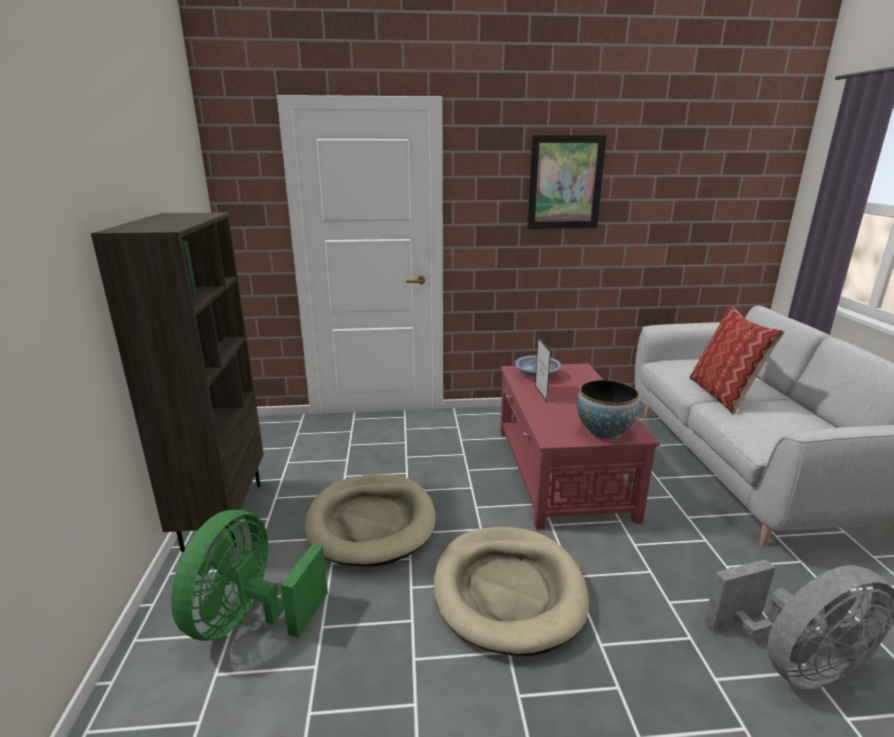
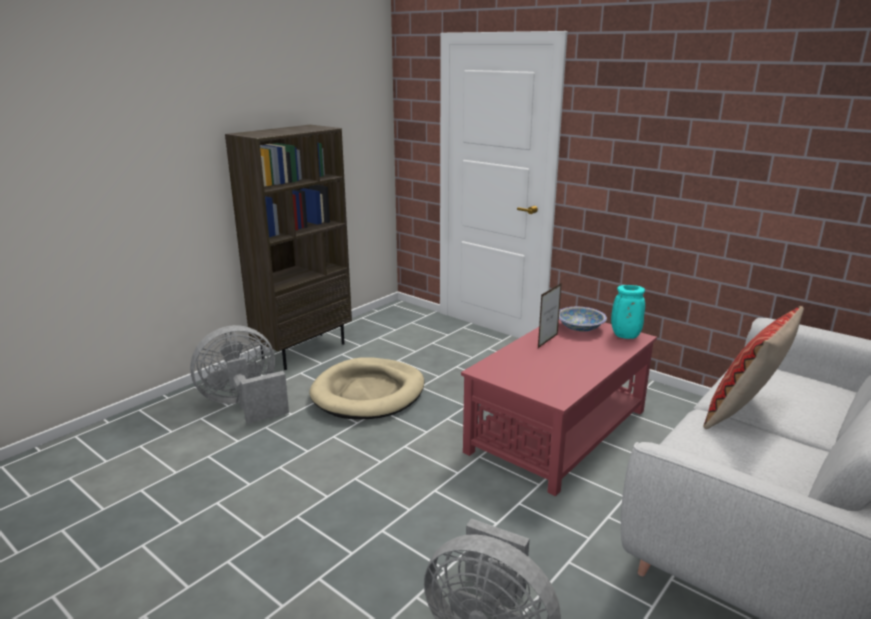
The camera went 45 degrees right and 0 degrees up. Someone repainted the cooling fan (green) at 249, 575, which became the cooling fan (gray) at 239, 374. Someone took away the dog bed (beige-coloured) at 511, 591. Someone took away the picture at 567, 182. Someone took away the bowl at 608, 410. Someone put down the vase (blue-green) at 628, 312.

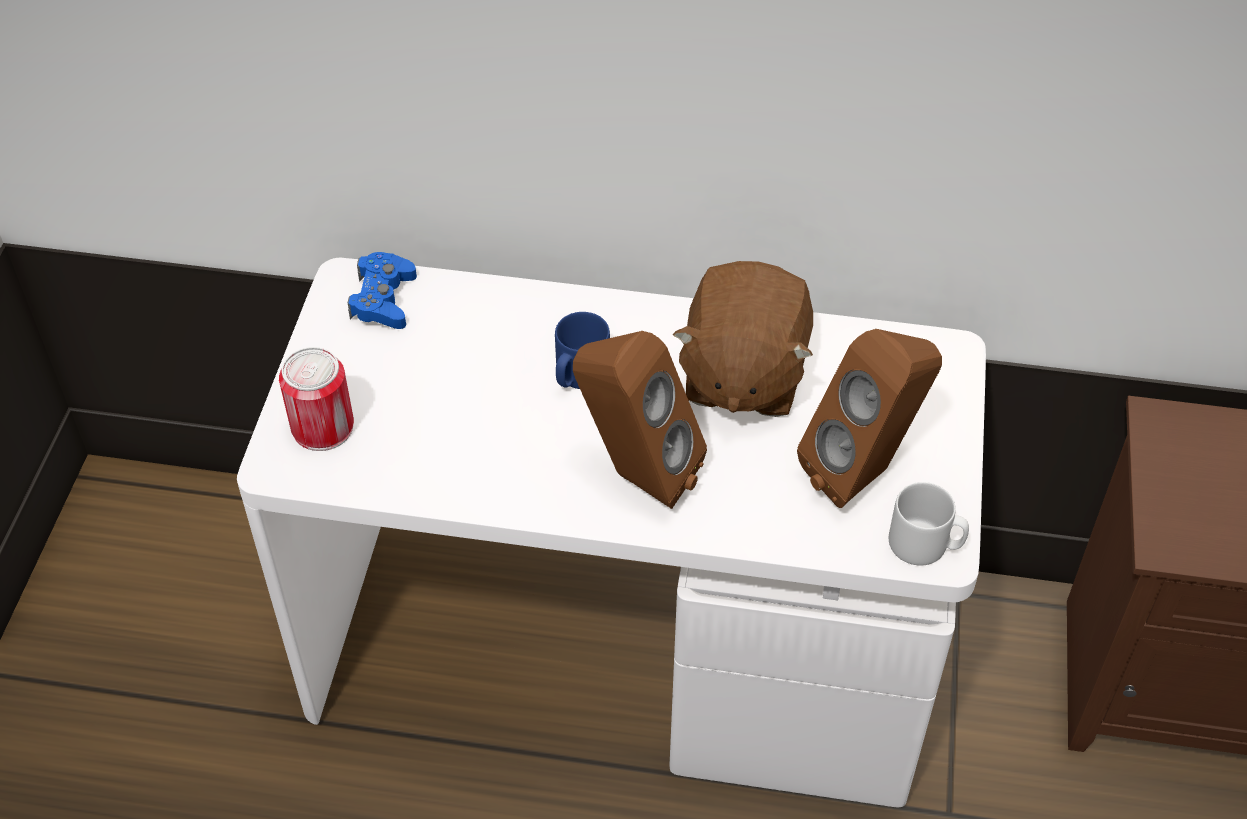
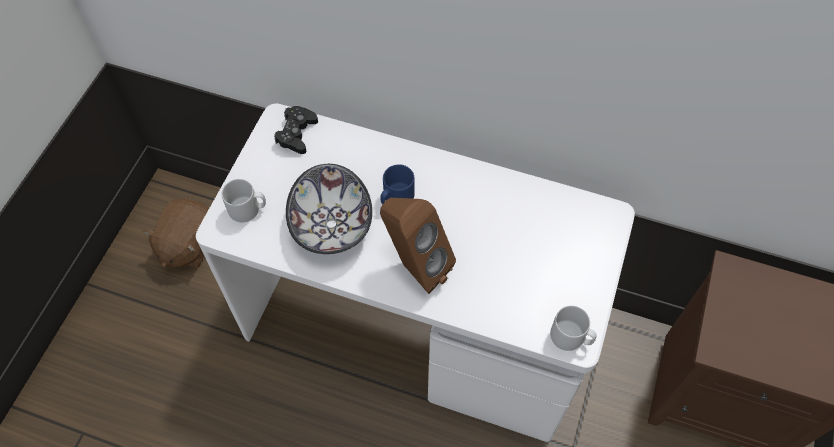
The camera went 10 degrees right and 10 degrees up. Someone swapped the sealed can at 316, 399 for the mug (gray) at 244, 200. Someone repainted the game controller (bluish) at 382, 290, which became the game controller (blackish) at 296, 130. Someone carried the cuddly toy (brown) from 743, 339 to 176, 233. Someone took away the audio speaker (brown) at 869, 418. Someone put down the bowl at 329, 209.

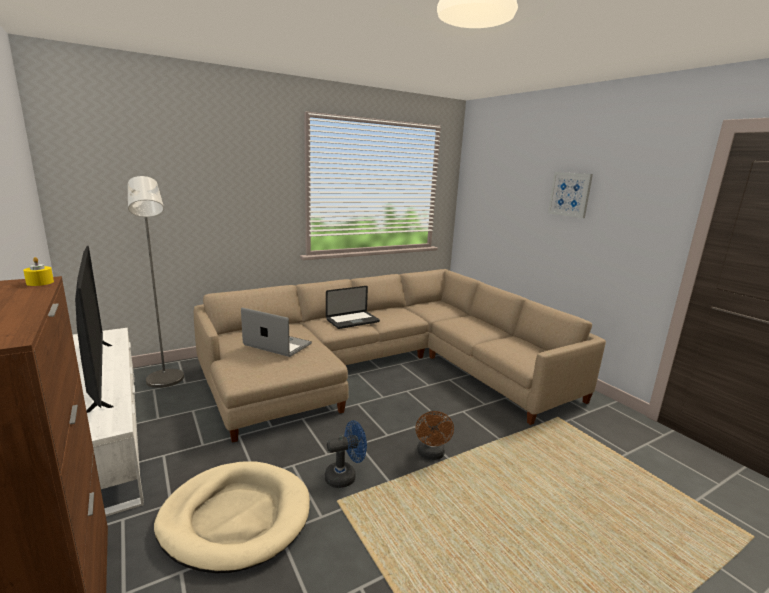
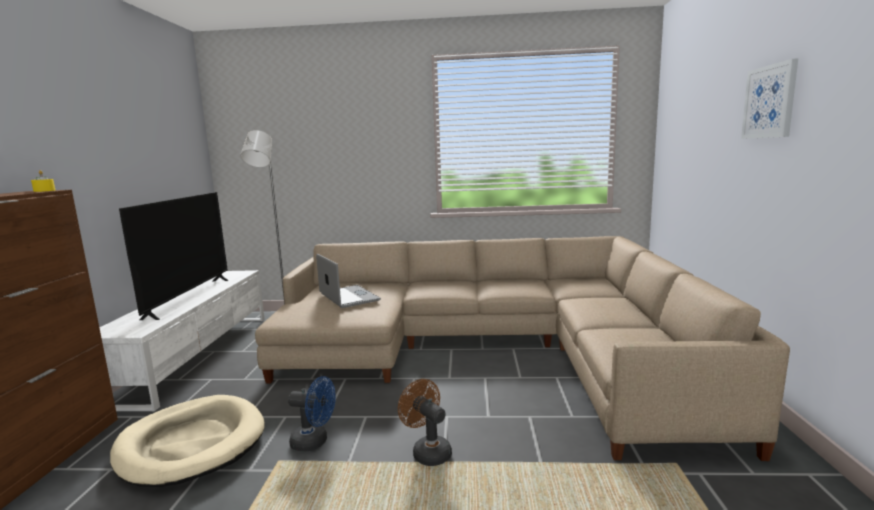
The camera went 35 degrees right and 5 degrees down. Someone took away the laptop at 353, 307. Someone rotated the cooling fan (brown) at 434, 435 by 105 degrees clockwise.

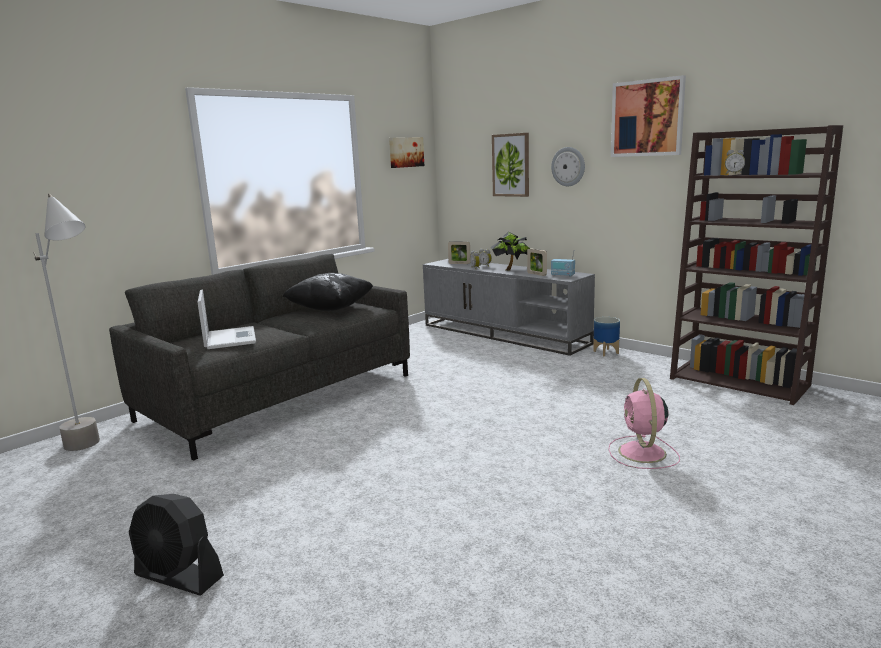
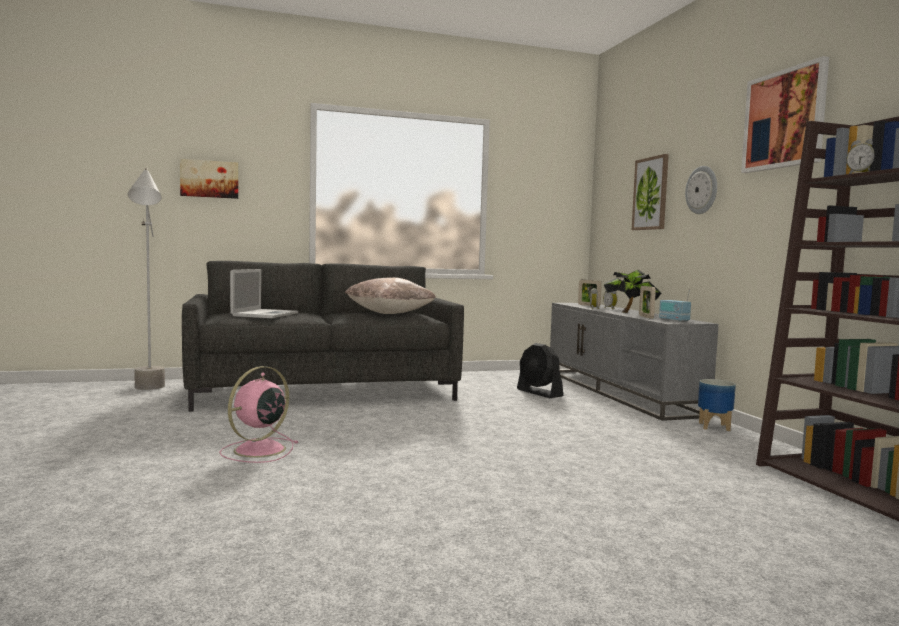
The camera went 30 degrees right and 10 degrees down. Someone carried the cooling fan (blackish) from 176, 544 to 540, 370. Someone repainted the throw pillow (blackish) at 327, 292, which became the throw pillow (beige-coloured) at 390, 295. Someone carried the picture from 406, 152 to 209, 179. Someone carried the cooling fan (pinkish) from 644, 423 to 258, 414.

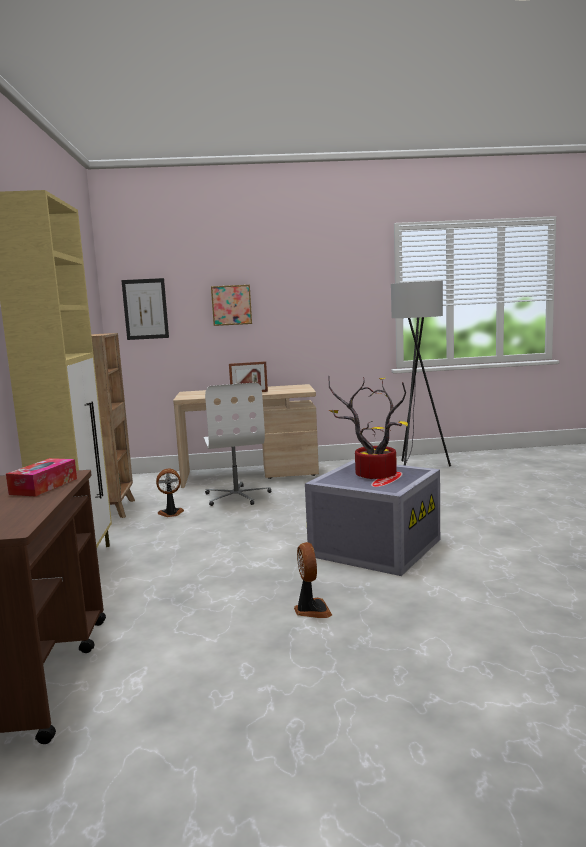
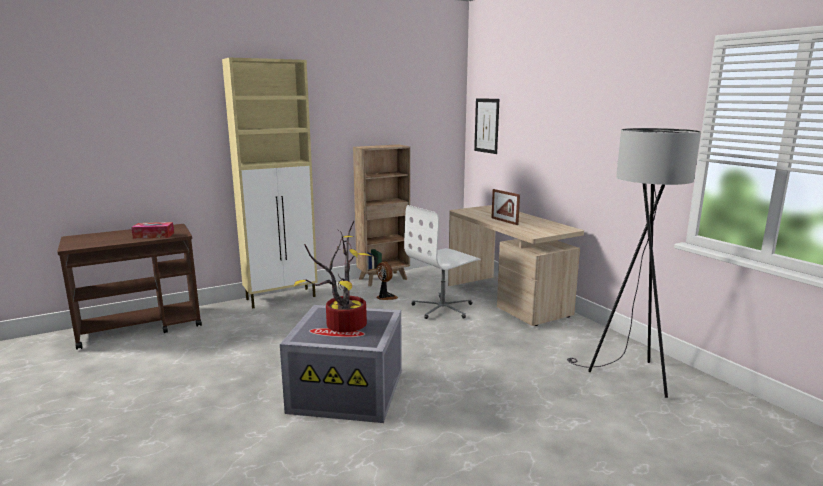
The camera went 65 degrees right and 5 degrees up. Someone took away the picture at 231, 305. Someone took away the cooling fan at 313, 580.

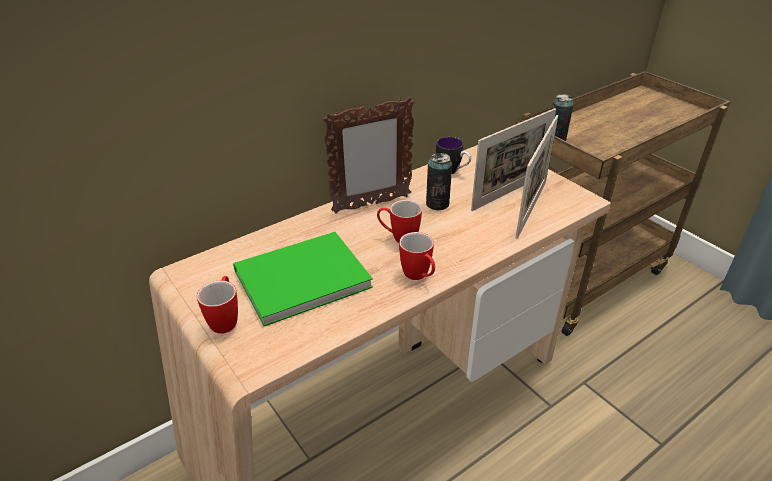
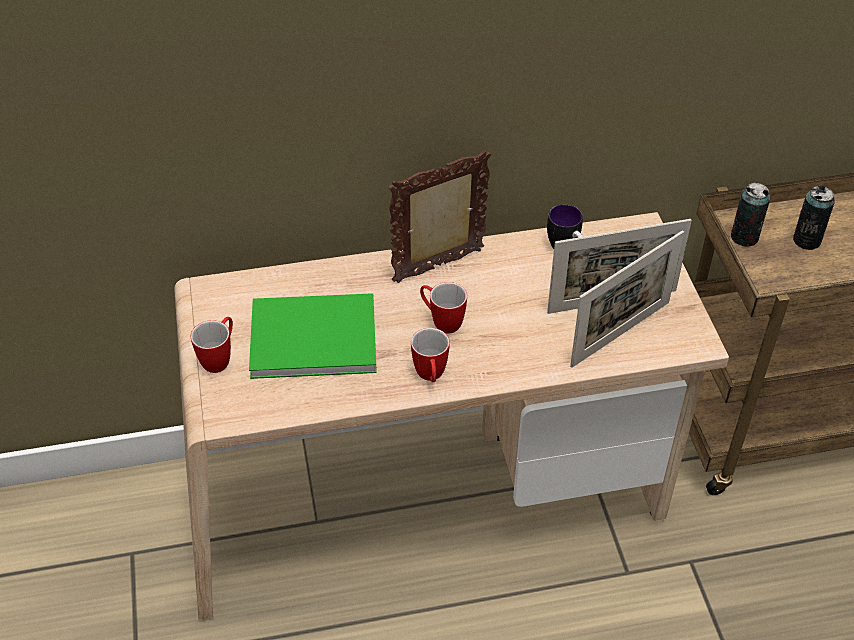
The camera went 25 degrees right and 10 degrees up. Someone rotated the picture frame at 368, 155 by 150 degrees clockwise. Someone carried the sealed can from 439, 181 to 814, 218.

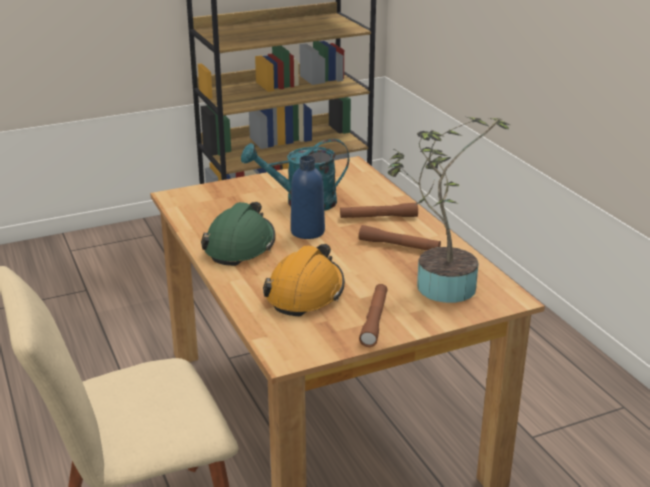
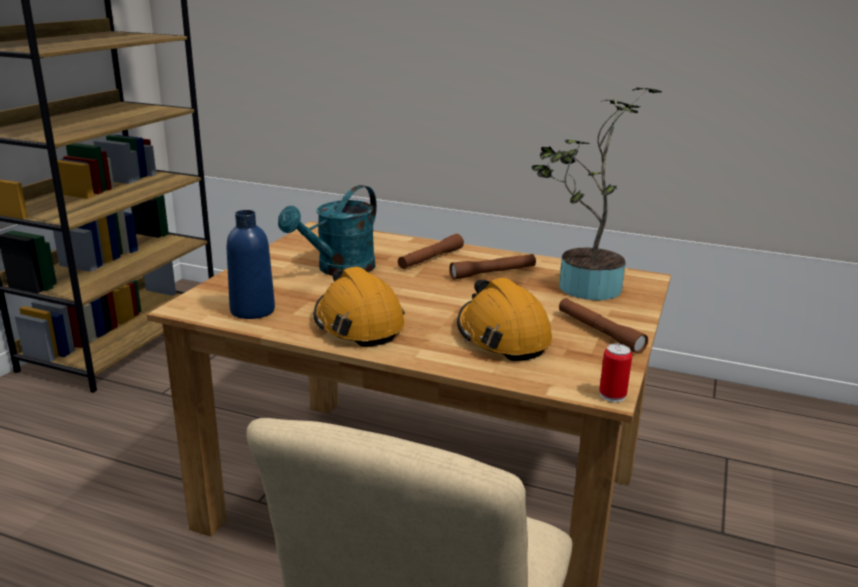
The camera went 45 degrees left and 5 degrees down. Someone repainted the work helmet (green) at 238, 234, which became the work helmet (orange) at 359, 307. Someone carried the beverage bottle (bluish) from 308, 197 to 251, 264. Someone put down the sealed can at 615, 373.

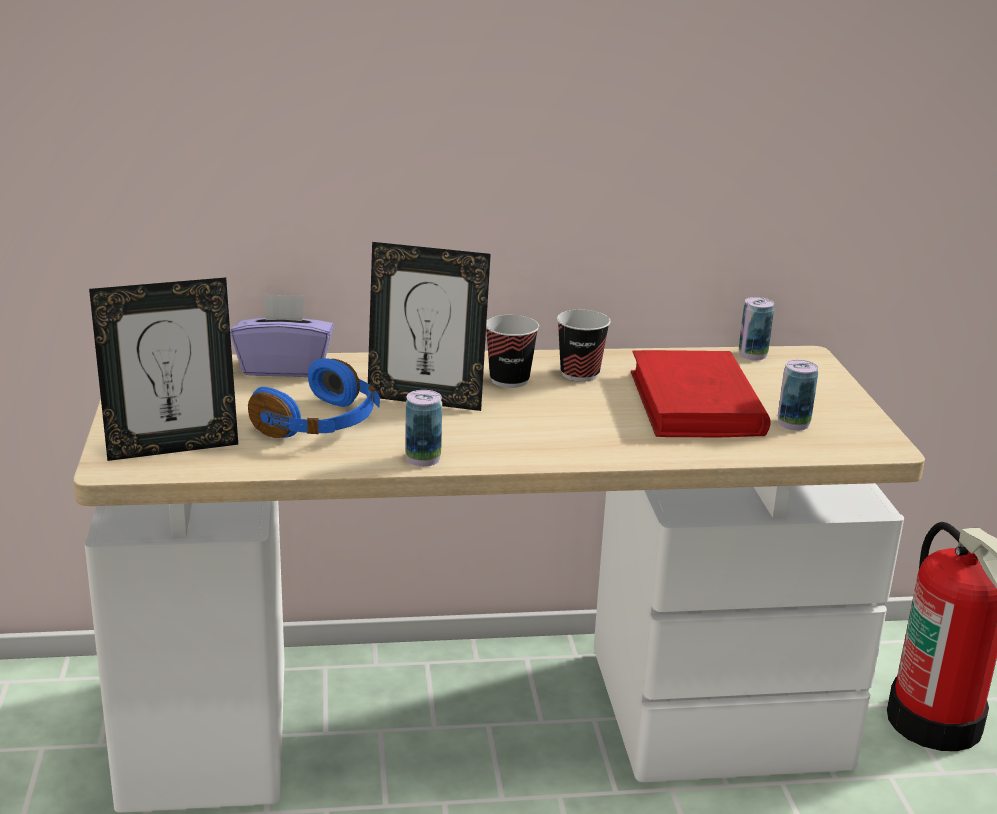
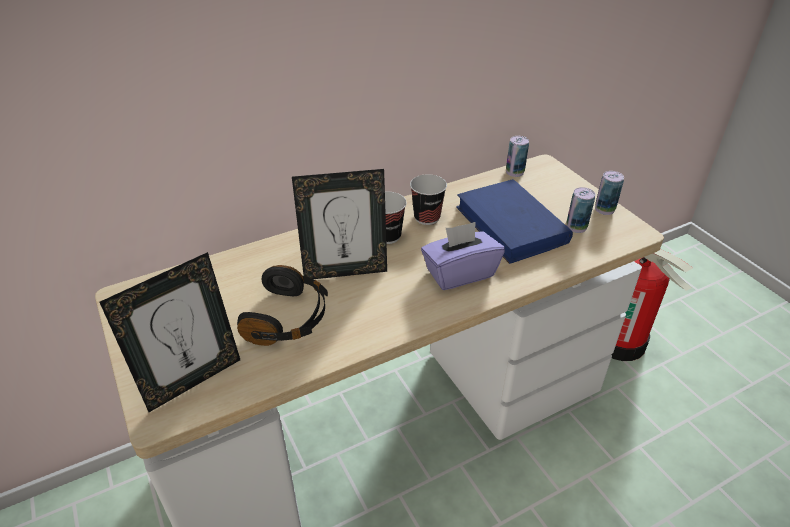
The camera went 20 degrees left and 15 degrees up. Someone carried the tissue holder (purplish) from 282, 335 to 463, 256. Someone repainted the headset (bluish) at 314, 398, which became the headset (blackish) at 282, 305. Someone carried the sealed can from 423, 428 to 609, 193. Someone repainted the book (reddish) at 701, 393, which became the book (bluish) at 514, 221.

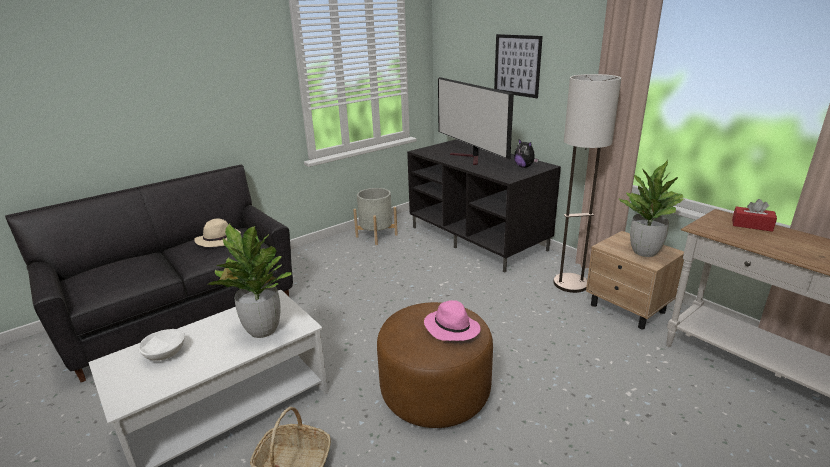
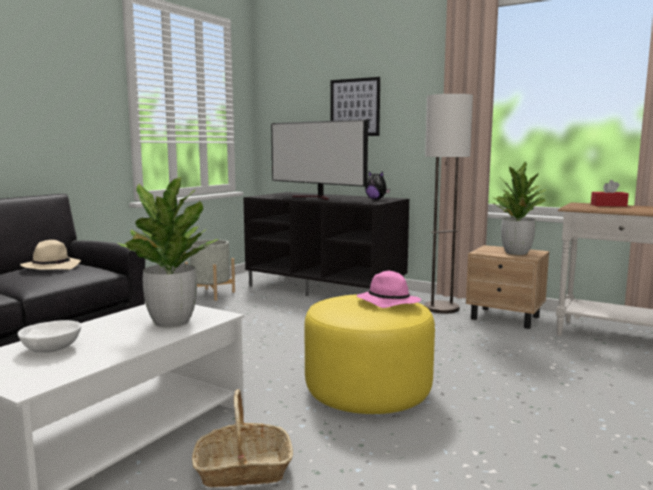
The camera went 20 degrees left and 15 degrees down. Someone repainted the footrest (brown) at 435, 365, which became the footrest (yellow) at 370, 354.

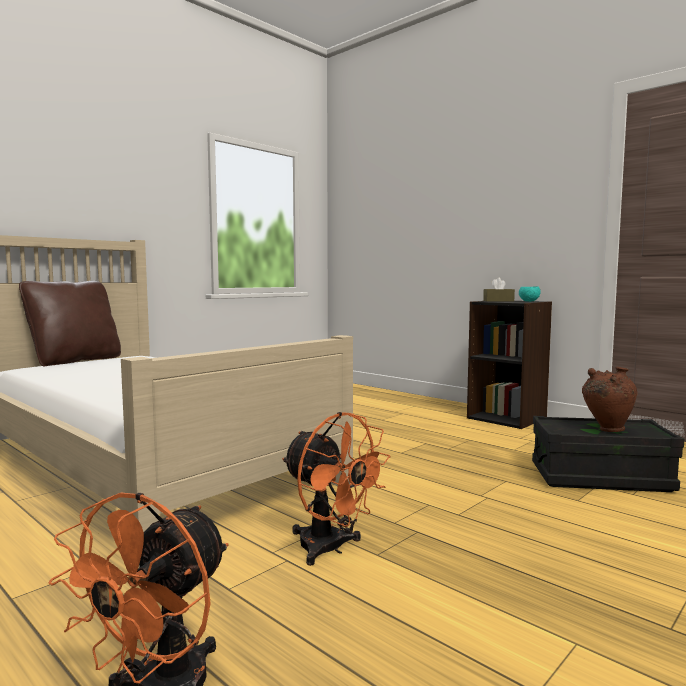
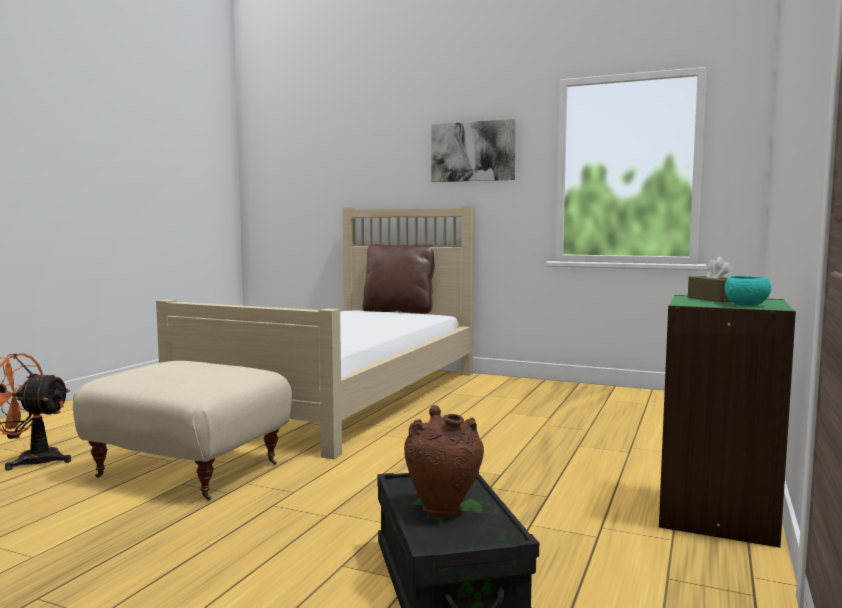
The camera went 70 degrees right and 0 degrees up. Someone swapped the cooling fan (orange) at 336, 489 for the footrest (beige-coloured) at 182, 431. Someone repainted the shelving unit (blackish) at 509, 365, which became the shelving unit (green) at 727, 421. Someone put up the picture at 473, 150.

